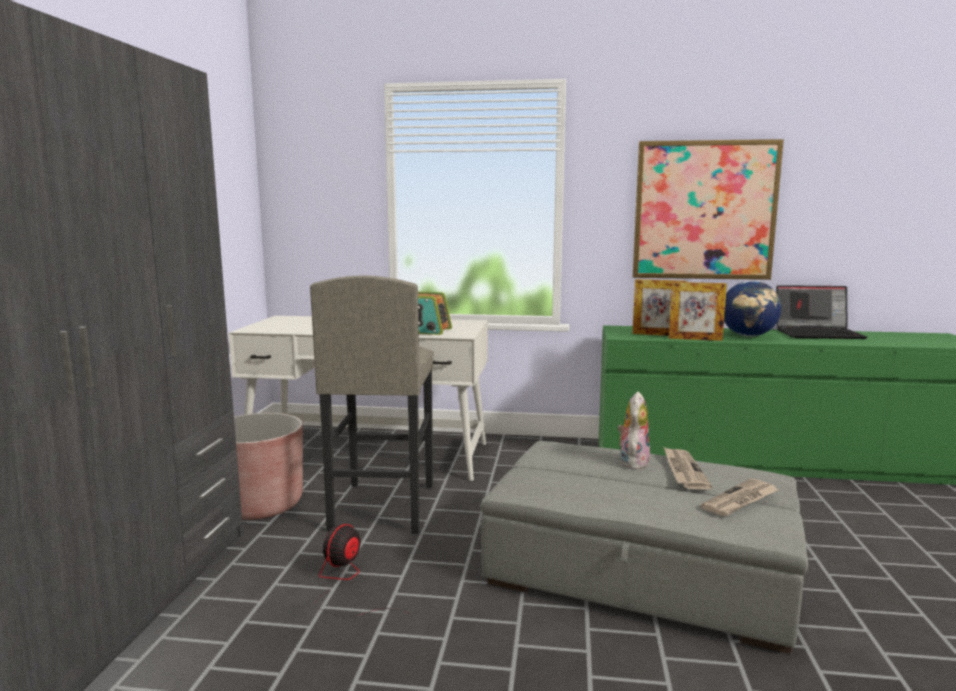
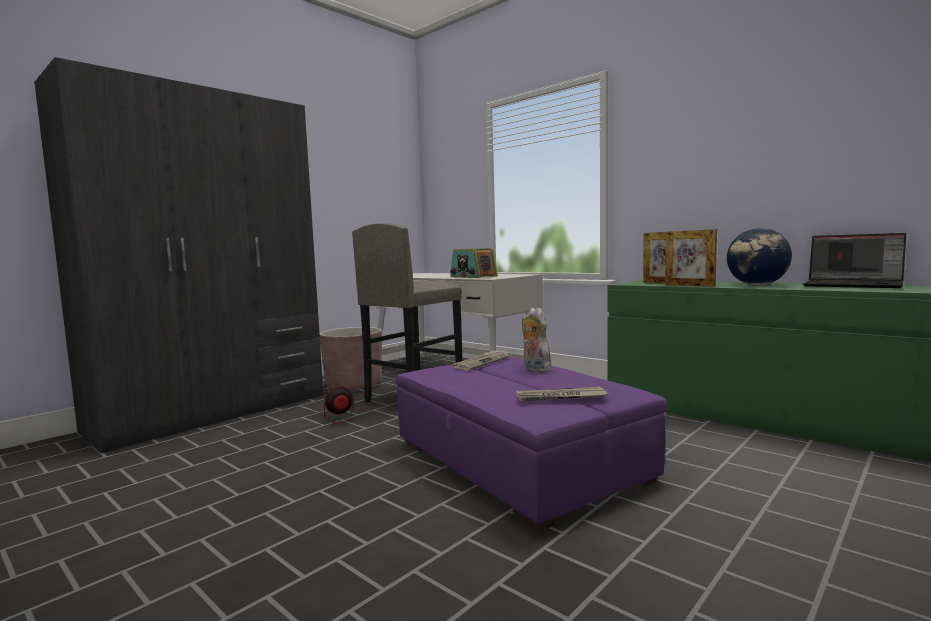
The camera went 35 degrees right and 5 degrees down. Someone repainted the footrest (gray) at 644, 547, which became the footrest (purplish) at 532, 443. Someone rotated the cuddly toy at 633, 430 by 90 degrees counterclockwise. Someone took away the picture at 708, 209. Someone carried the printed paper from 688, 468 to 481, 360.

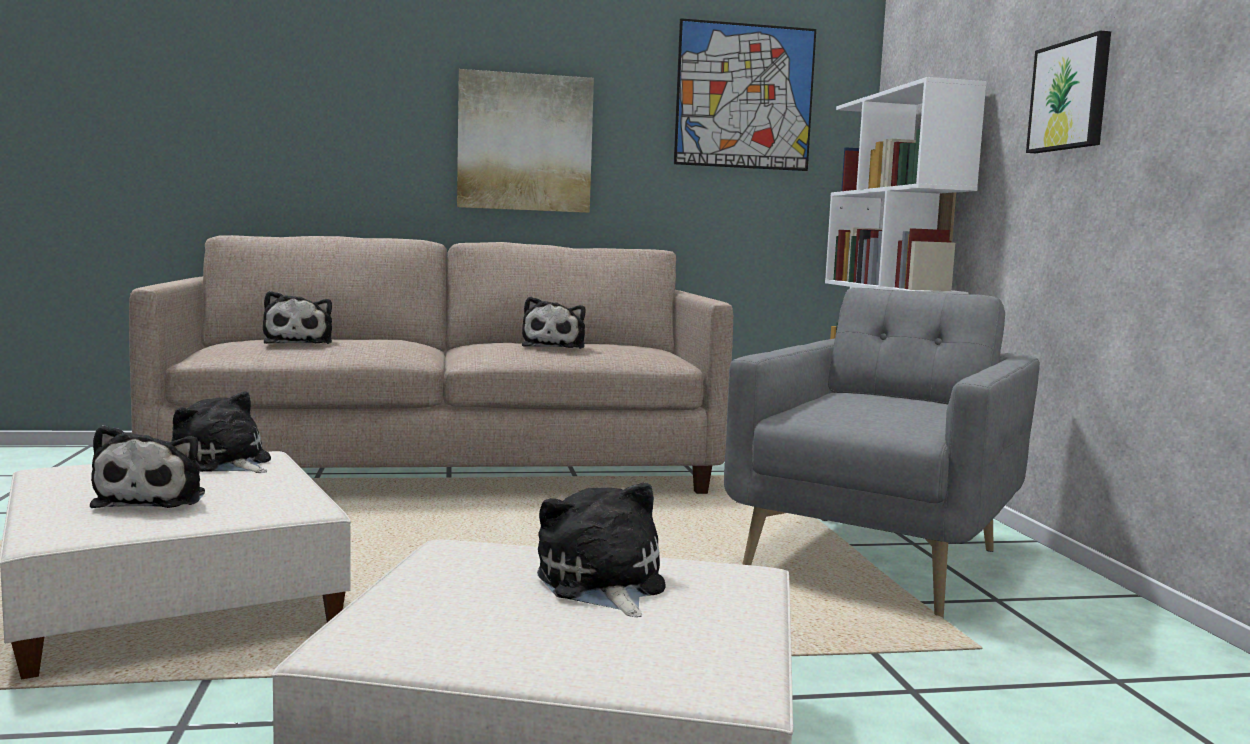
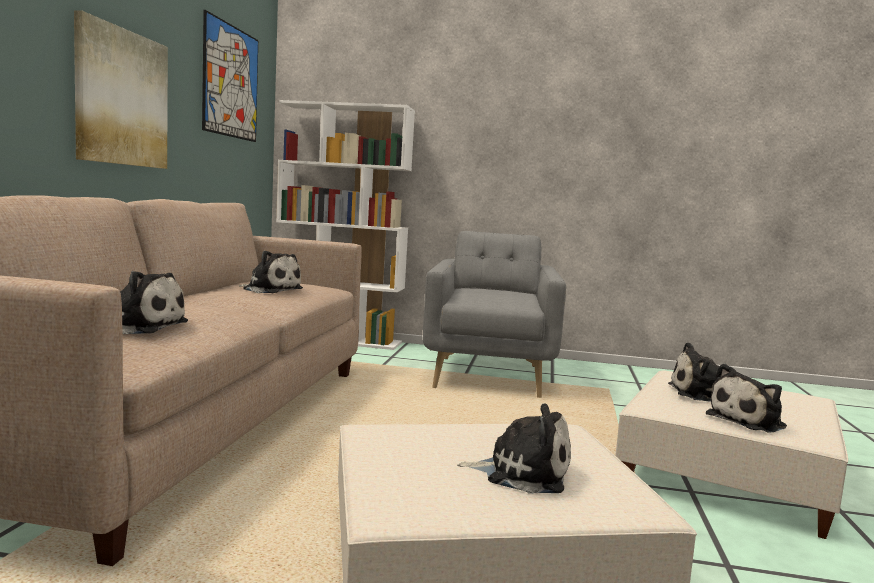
The camera went 70 degrees left and 0 degrees up. Someone carried the cuddly toy from 221, 432 to 746, 398. Someone rotated the easy chair (gray) at 882, 453 by 45 degrees clockwise. Someone took away the picture at 1068, 92.

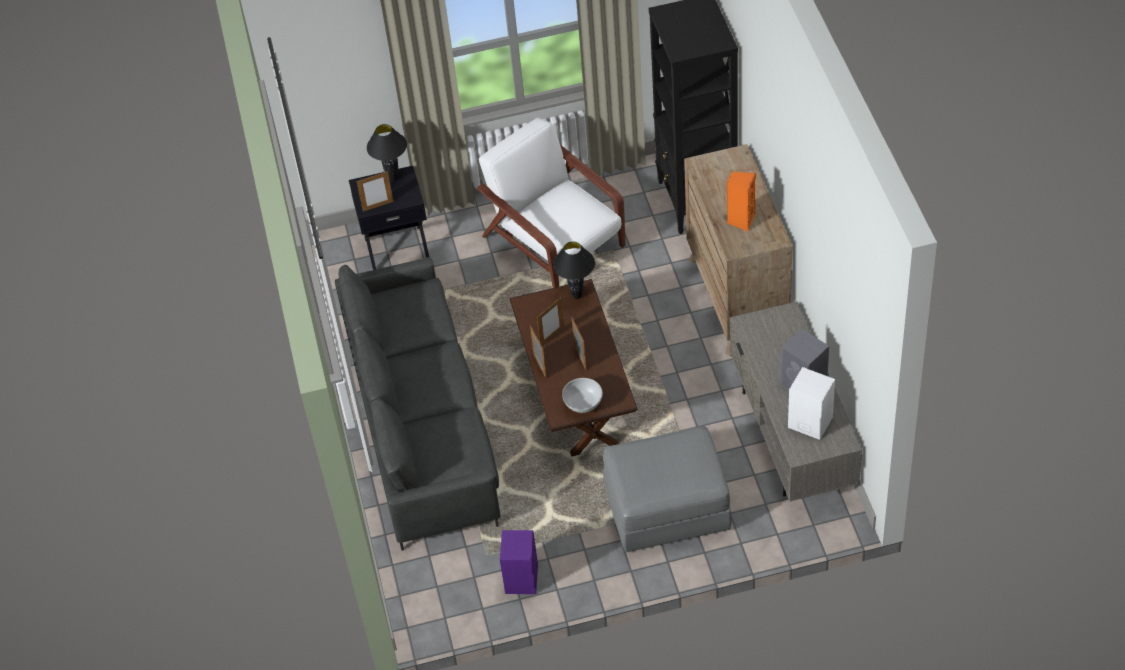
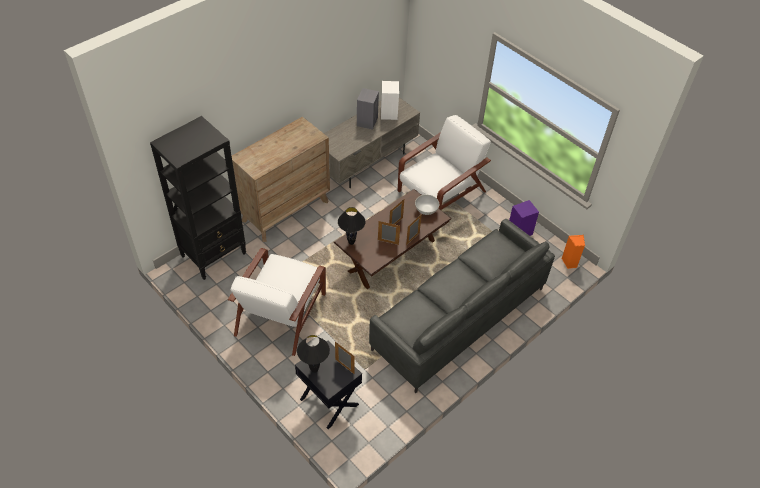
The camera went 125 degrees left and 0 degrees up. Someone swapped the footrest (gray) at 667, 489 for the easy chair (whitish) at 444, 162. Someone carried the audio speaker (orange) from 741, 202 to 573, 252.

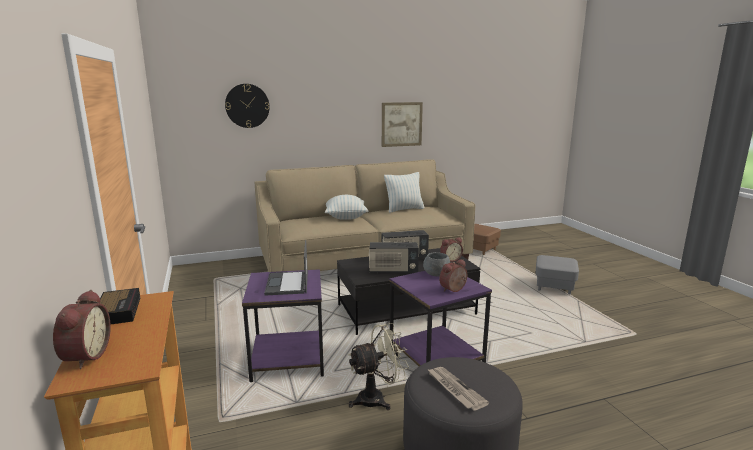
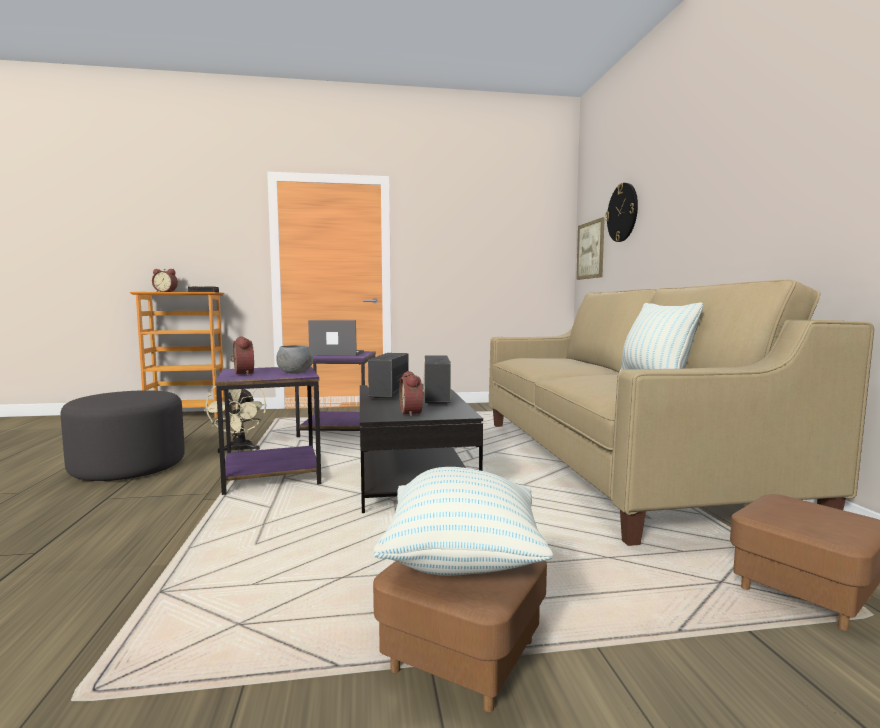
The camera went 100 degrees right and 10 degrees down. Someone carried the throw pillow from 346, 207 to 463, 521. Someone carried the picture from 402, 124 to 590, 248. Someone took away the printed paper at 458, 389. Someone repainted the footrest (gray) at 557, 275, which became the footrest (brown) at 460, 636.

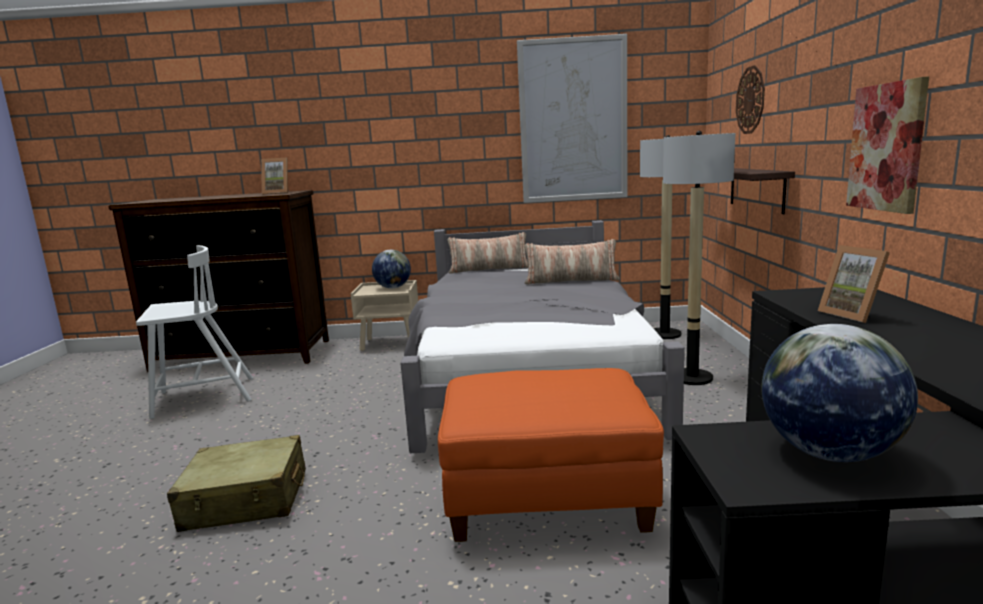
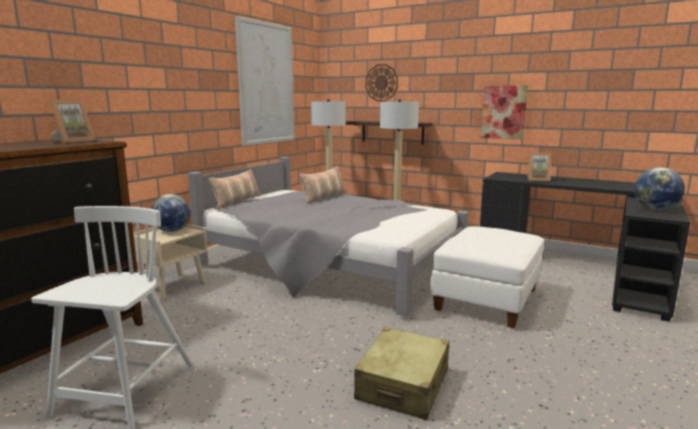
The camera went 60 degrees left and 0 degrees up. Someone repainted the footrest (orange) at 551, 455, which became the footrest (whitish) at 487, 277.

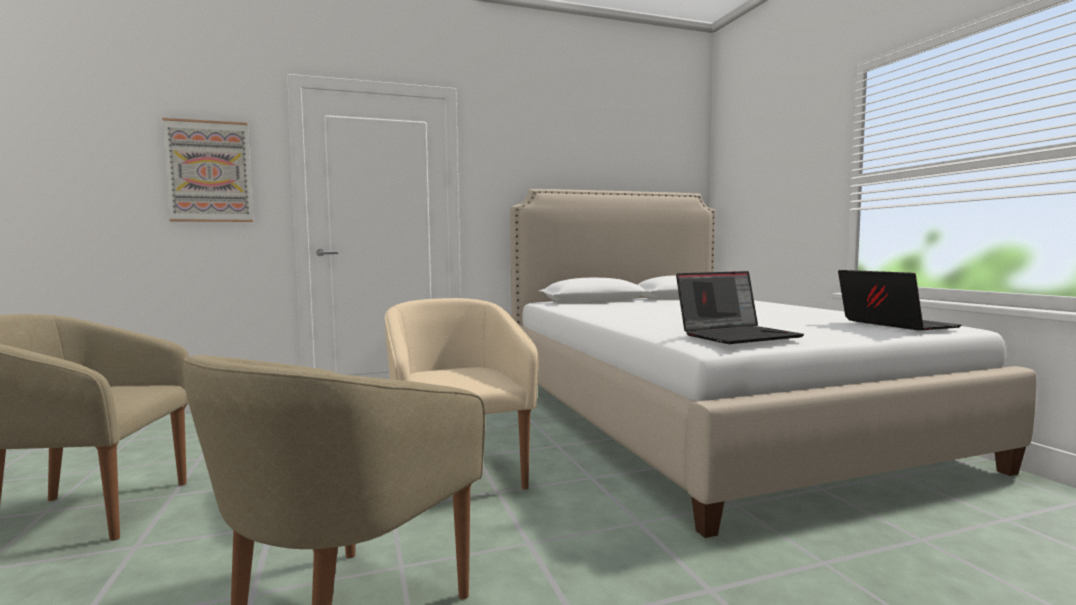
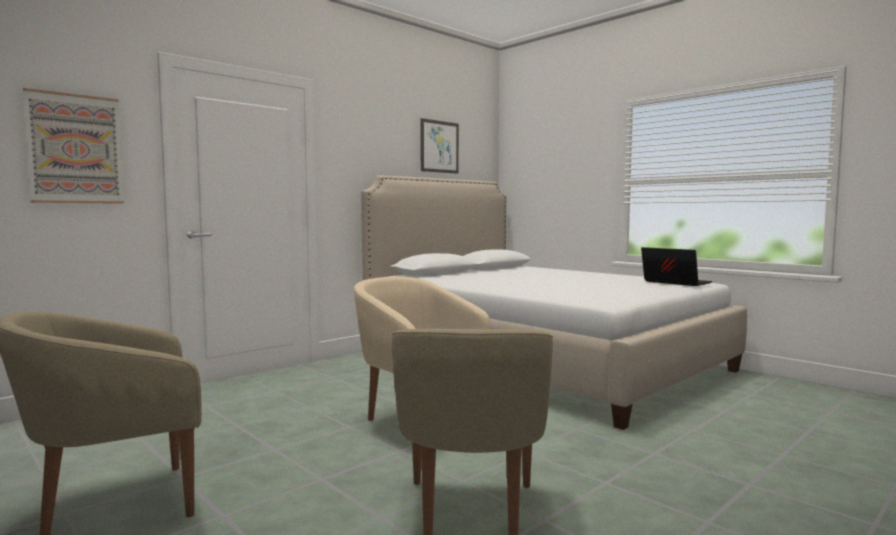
The camera went 25 degrees left and 0 degrees up. Someone took away the laptop at 740, 307. Someone put up the picture at 439, 146.

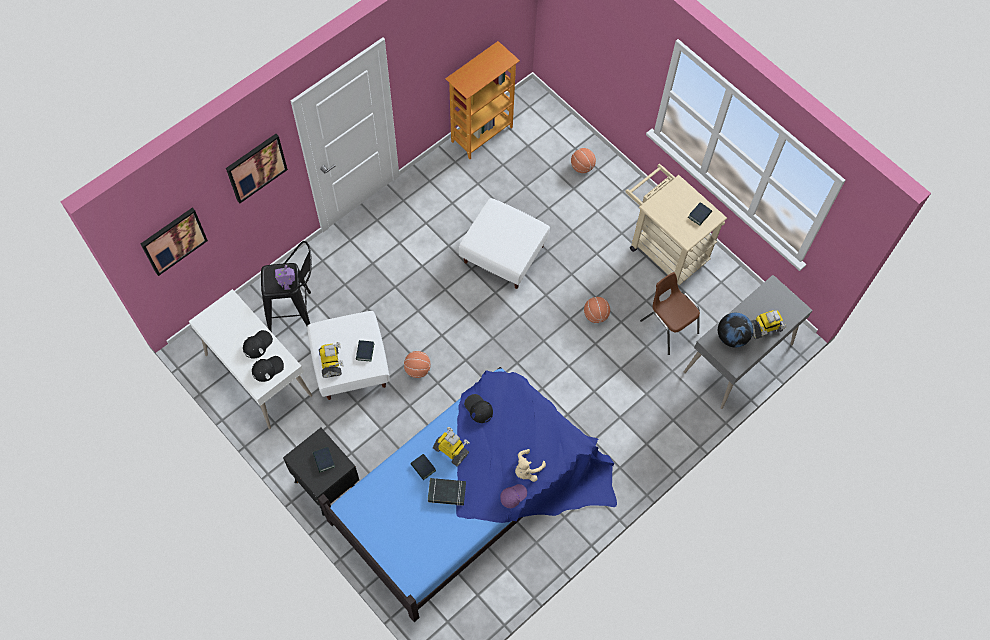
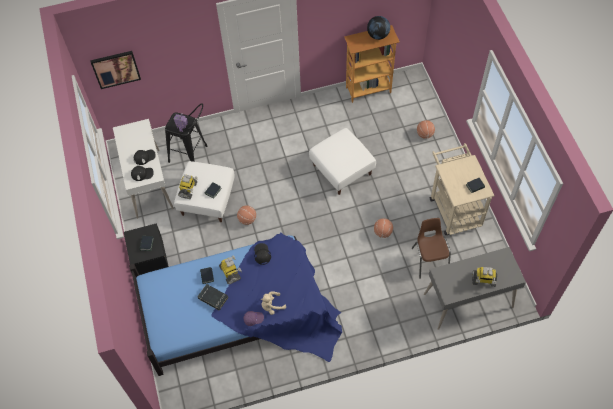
The camera went 30 degrees right and 5 degrees down. Someone took away the picture at 257, 168. Someone carried the world globe from 735, 330 to 378, 28.

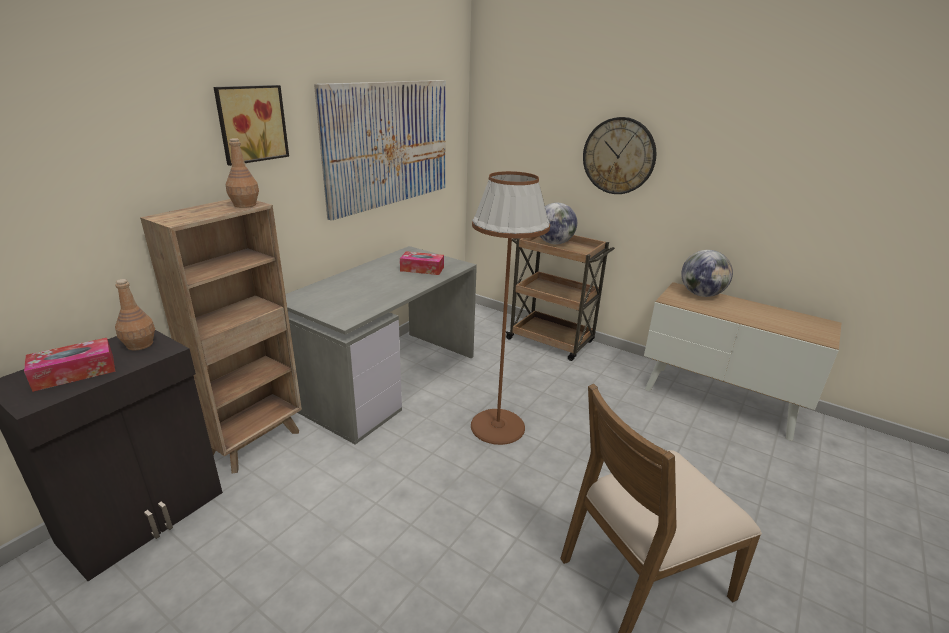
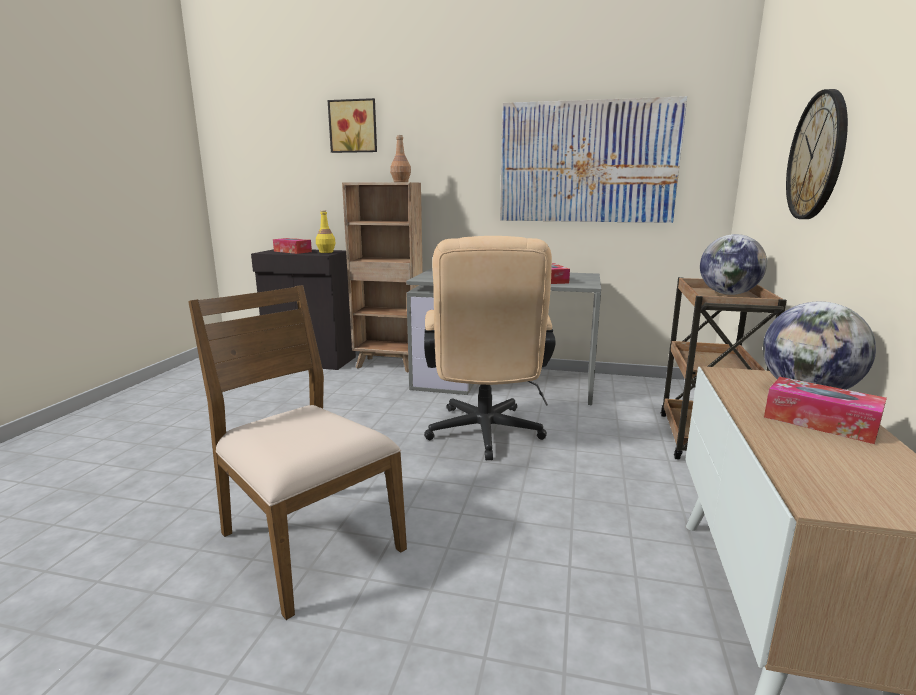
The camera went 70 degrees right and 10 degrees down. Someone repainted the beverage bottle (brown) at 135, 314, which became the beverage bottle (yellow) at 326, 231. Someone carried the picture from 251, 125 to 352, 125. Someone swapped the floor lamp (brown) at 510, 308 for the office chair (beige-coloured) at 490, 348. Someone put down the tissue holder at 825, 410.

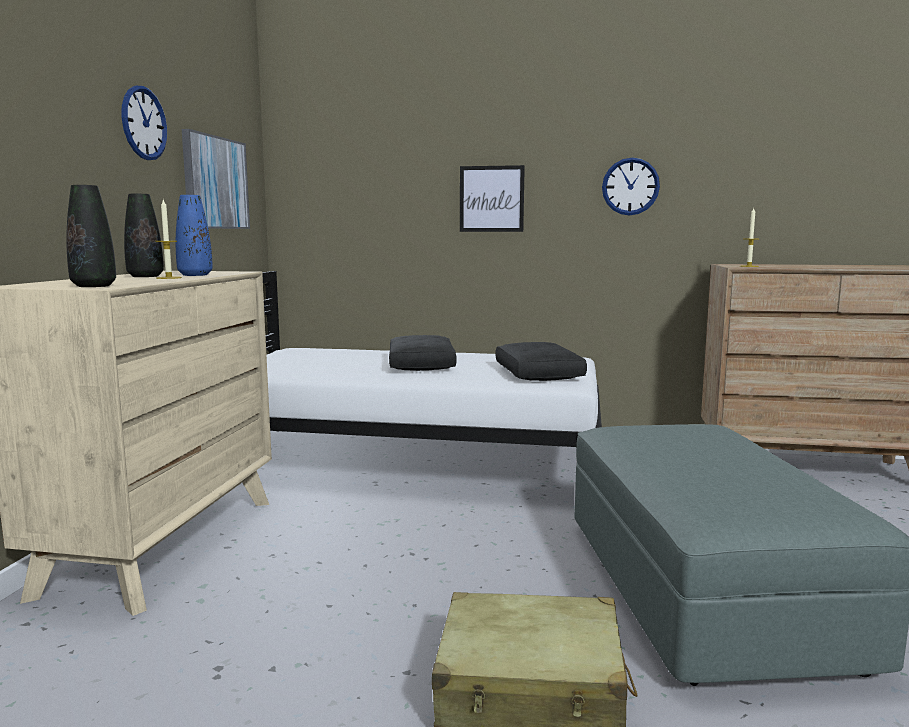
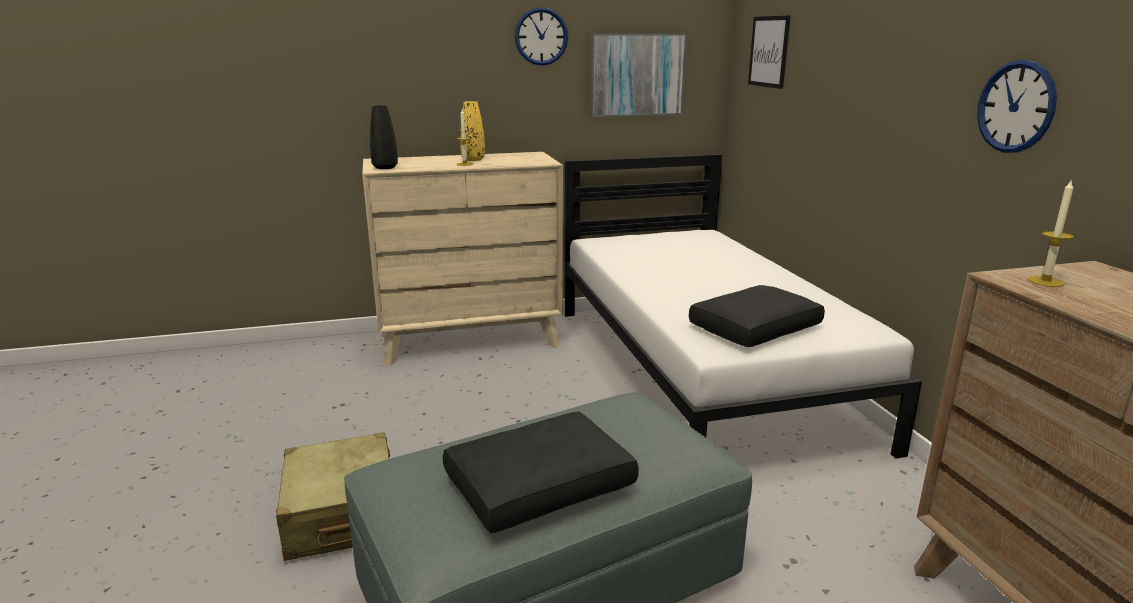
The camera went 65 degrees right and 10 degrees up. Someone repainted the vase (blackish) at 144, 235, which became the vase (yellow) at 472, 131. Someone took away the vase (bluish) at 194, 235. Someone carried the throw pillow (blackish) from 423, 353 to 541, 472. Someone carried the picture from 492, 198 to 769, 52.

